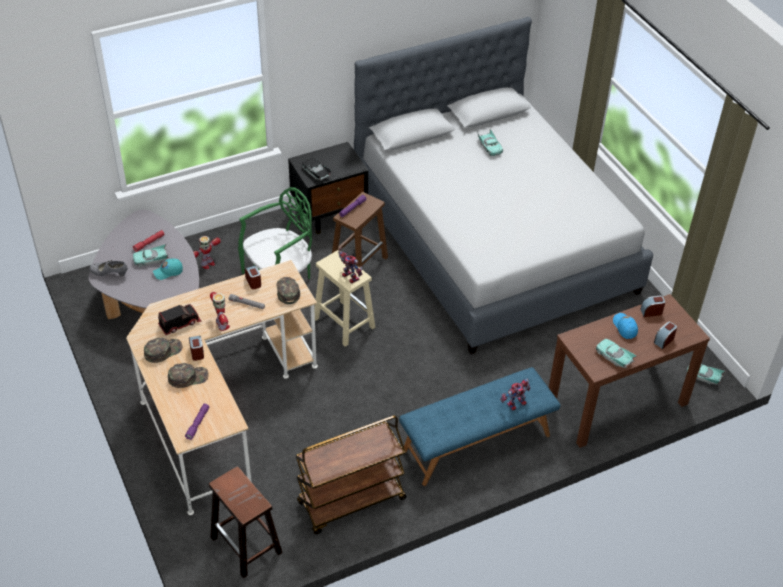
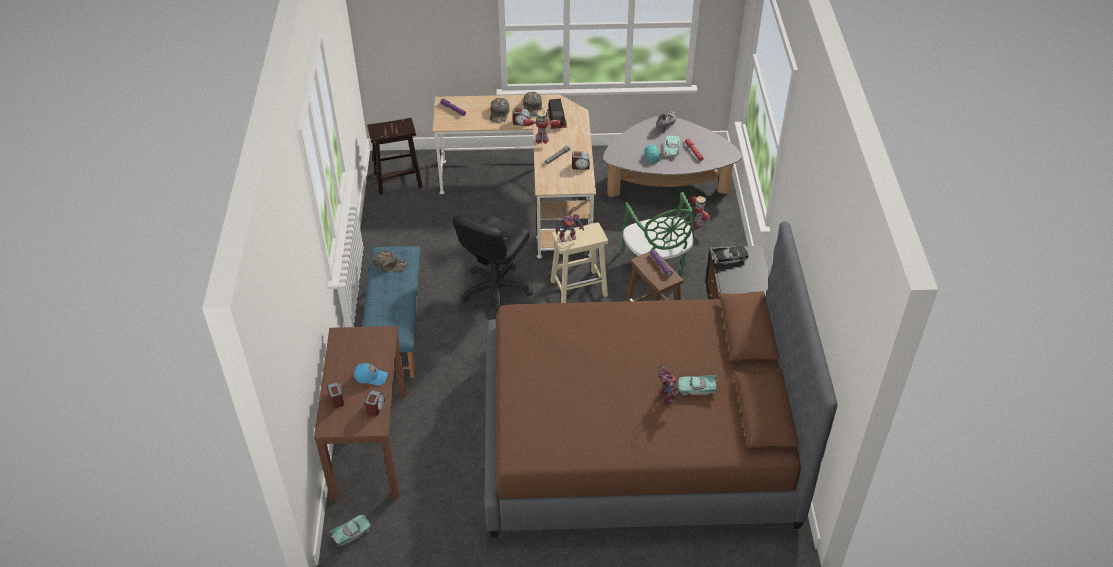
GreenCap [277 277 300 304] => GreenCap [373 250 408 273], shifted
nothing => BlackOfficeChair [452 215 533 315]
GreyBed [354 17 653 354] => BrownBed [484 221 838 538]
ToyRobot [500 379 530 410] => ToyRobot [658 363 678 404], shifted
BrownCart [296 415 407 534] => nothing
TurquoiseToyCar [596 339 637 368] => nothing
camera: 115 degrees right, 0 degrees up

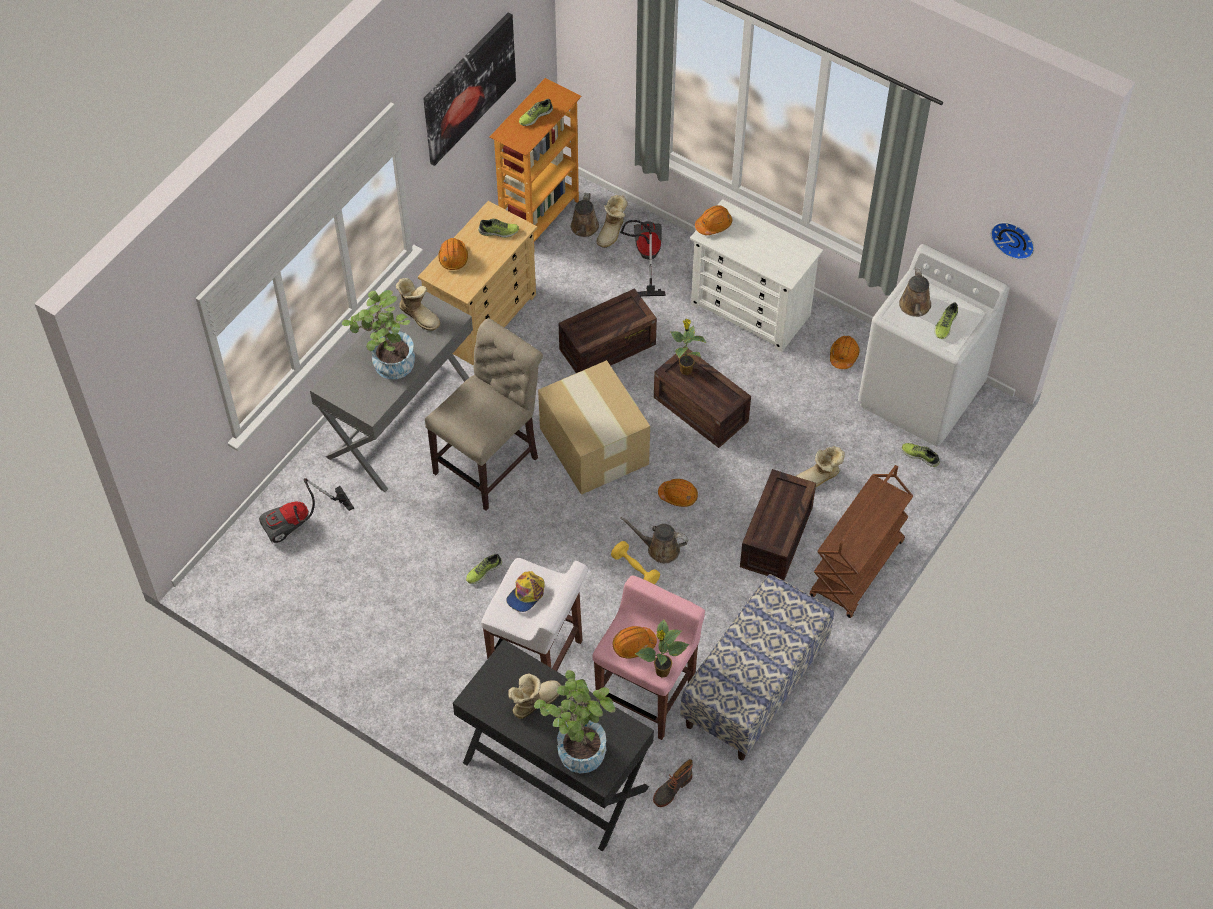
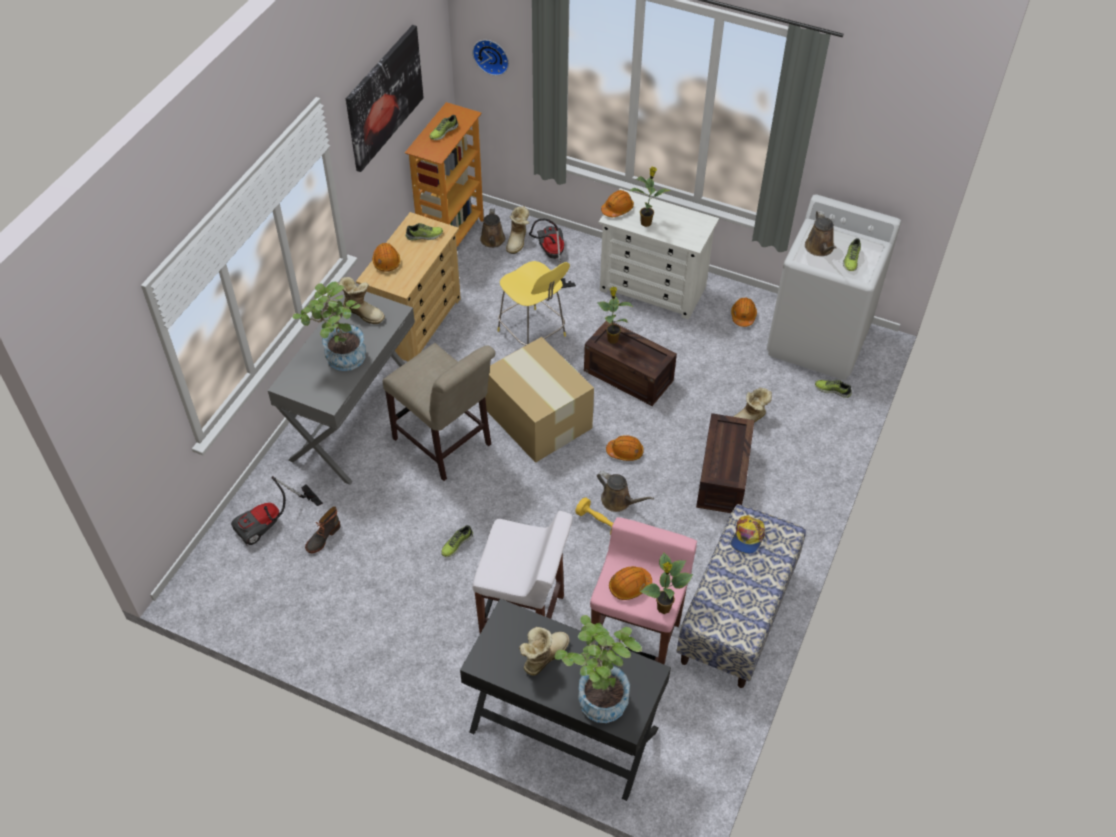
Boot [653 759 693 807] => Boot [305 506 341 553], shifted
BeigeChair [425 318 543 511] => BeigeChair [382 343 495 481], 105 degrees clockwise
WallClock [991 222 1034 260] => WallClock [473 40 509 76], shifted
Crate [559 288 657 373] => YellowStool [497 261 570 345]
BrownWateringCan [620 517 688 563] => BrownWateringCan [597 471 654 512], 150 degrees counterclockwise
nothing => PottedPlant [630 167 671 227]
Cap [506 571 545 612] => Cap [731 515 765 554], shifted
BrownCart [810 465 913 618] => nothing
camera: 10 degrees left, 5 degrees down

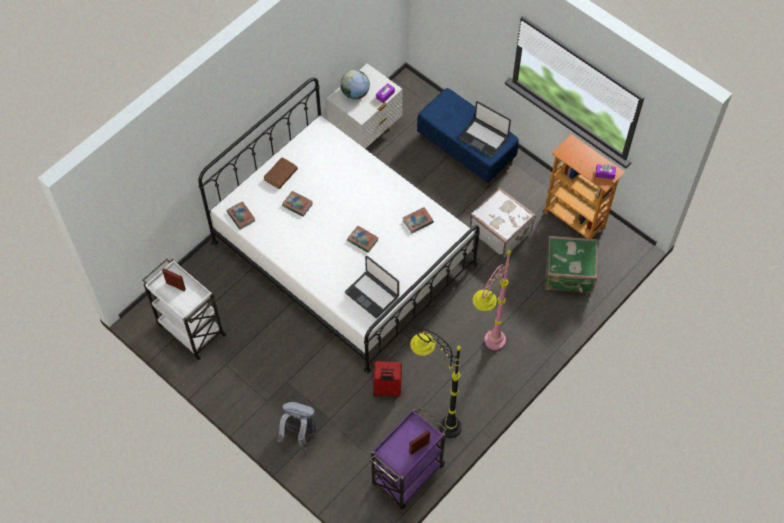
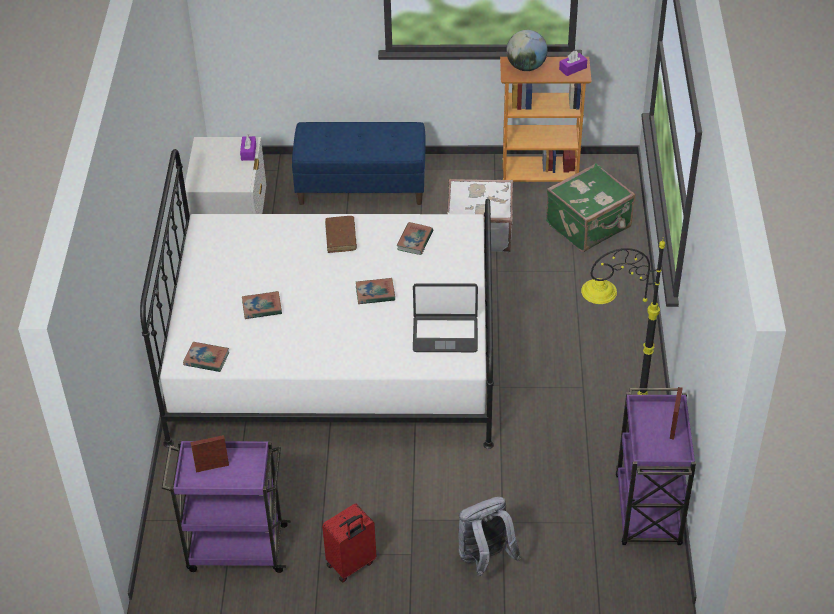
WhiteCart [142 259 227 360] => PurpleCart [162 440 291 573]
RedSuitcase [373 361 402 397] => RedSuitcase [322 503 376 582], shifted
BrownBook [264 157 298 189] => BrownBook [325 216 357 253], shifted
Globe [340 70 370 100] => Globe [506 30 548 71], shifted
Laptop [459 101 511 157] => nothing
PinkFloorLamp [472 249 511 350] => nothing
camera: 40 degrees left, 15 degrees down

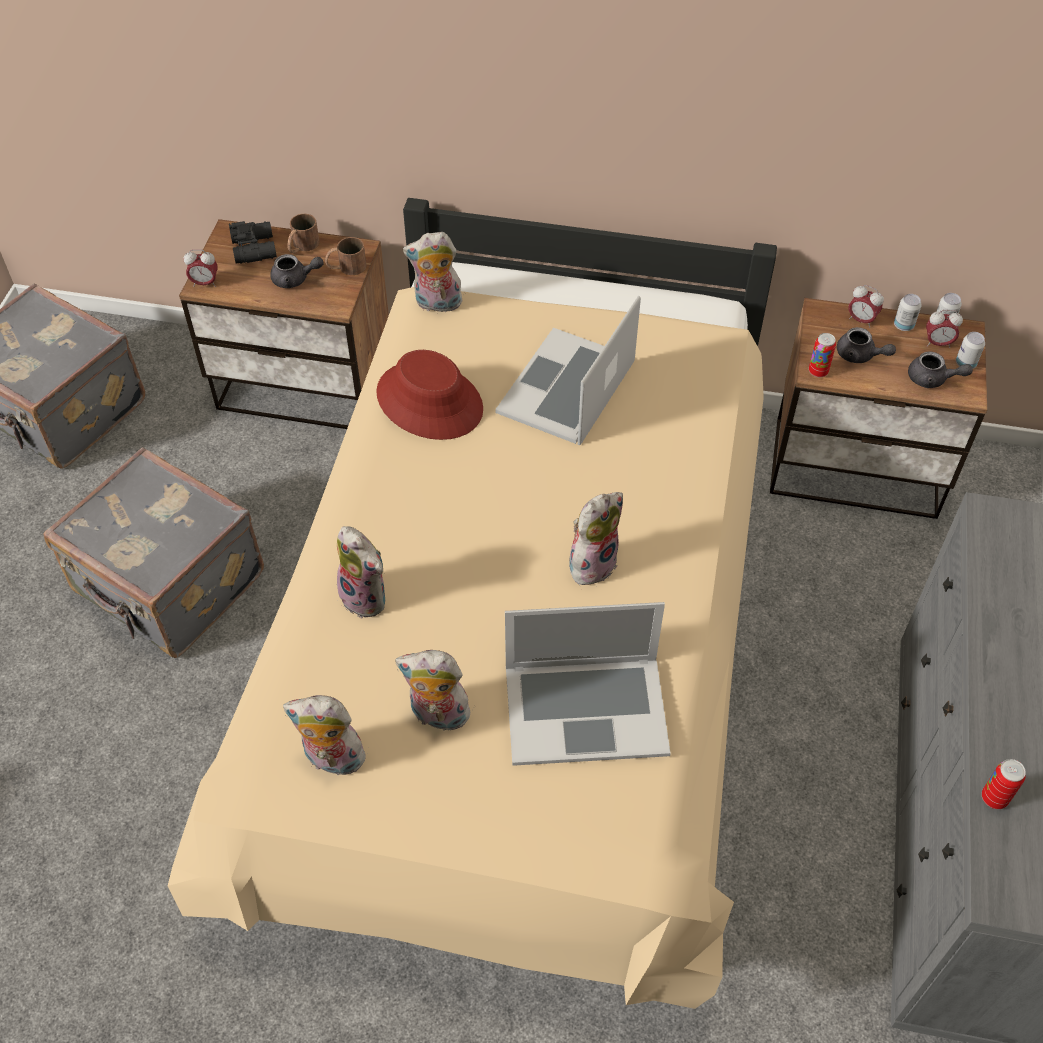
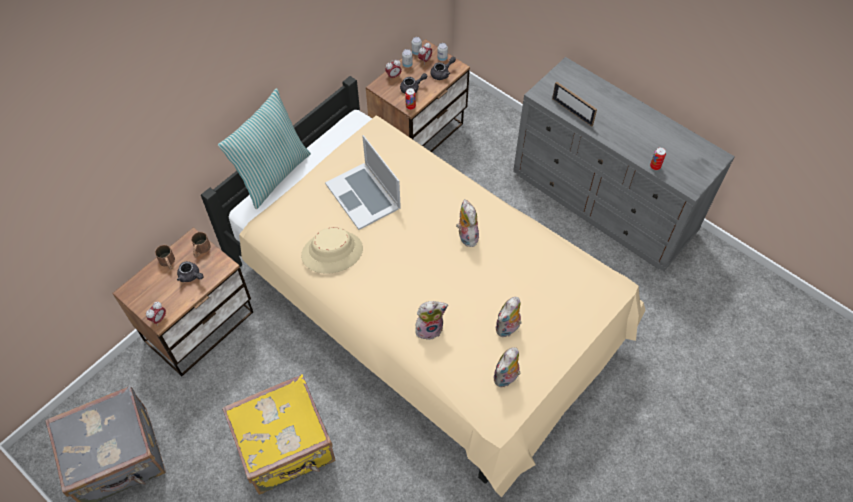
GreyTeapot [270 254 324 288] => GreyTeapot [177 261 204 282], 90 degrees clockwise
nothing => Pillow [218 88 311 209]
GreySuitcase [43 447 264 658] => YellowSuitcase [222 374 335 495]
RedHat [376 350 483 440] => BeigeHat [301 227 363 274]
nothing => PictureFrame [552 81 597 127]
BlackBinoculars [229 221 277 264] => nothing
PlushToy [403 232 462 312] => nothing
Laptop [505 602 671 766] => nothing
camera: 60 degrees left, 5 degrees up

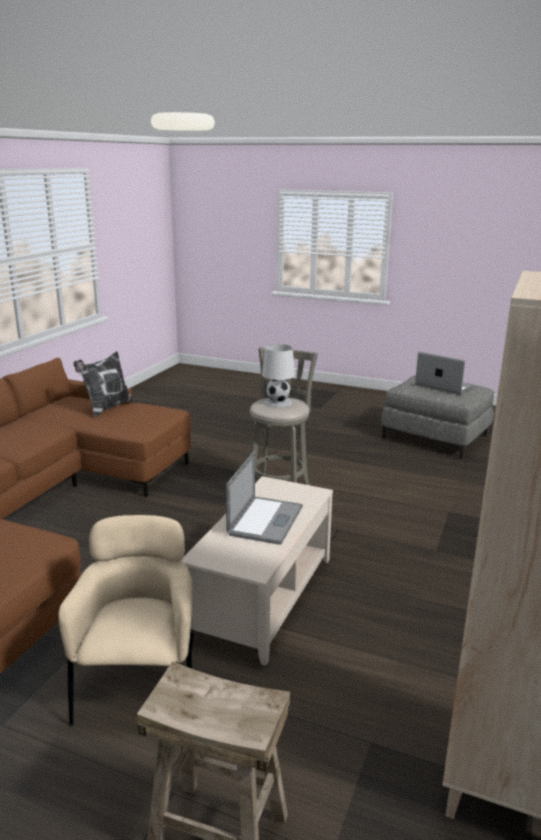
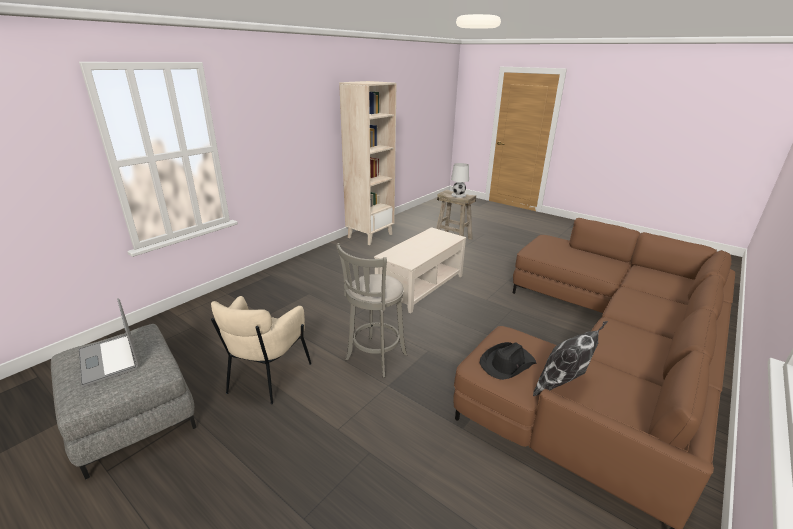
BeigeArmchair [58 515 194 726] => BeigeArmchair [211 296 312 404], shifted
WhiteTableLamp [262 344 295 408] => WhiteTableLamp [451 163 469 198], shifted
nothing => BlackHat [480 342 537 380]
Laptop [226 451 303 545] => nothing
camera: 165 degrees left, 5 degrees up

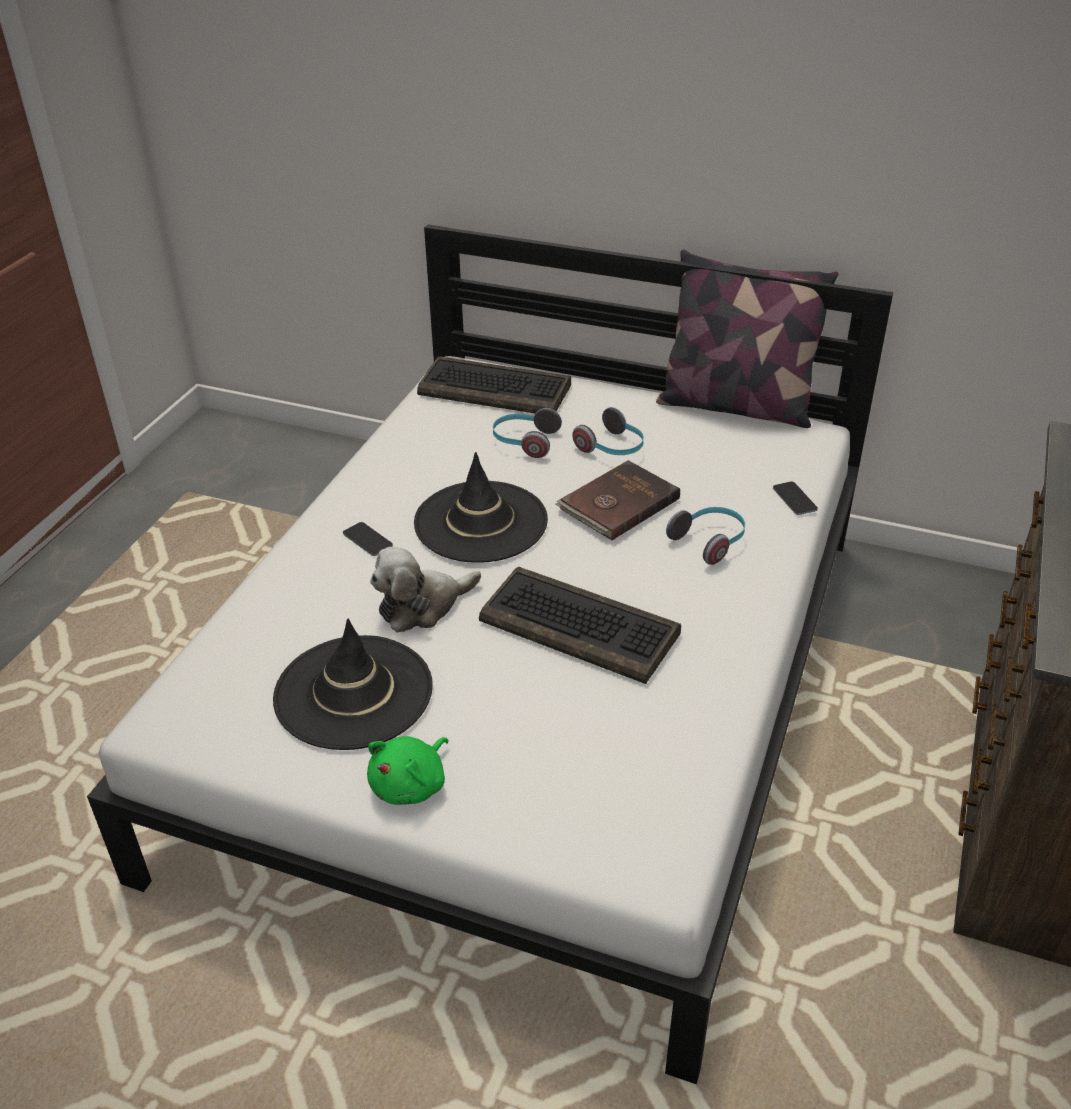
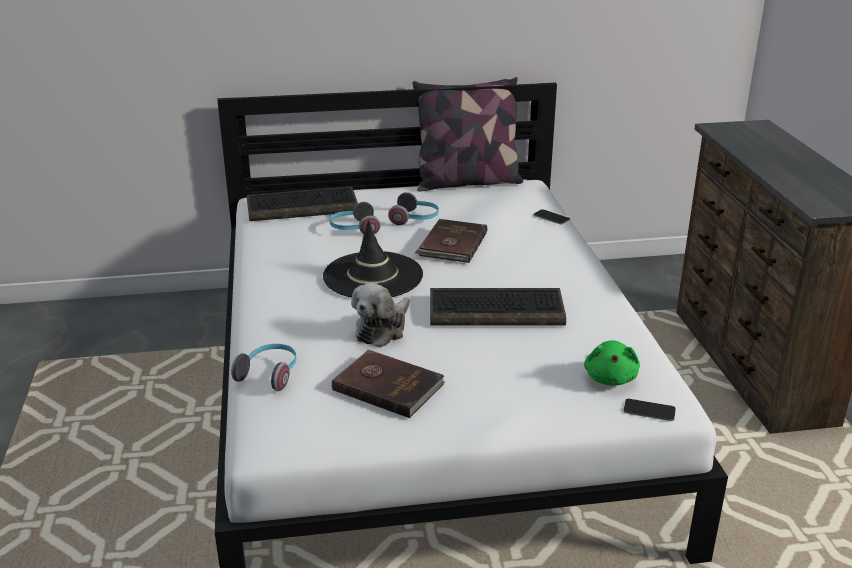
Headphones [666 507 745 565] => Headphones [231 344 297 391], shifted
BlackHat [273 619 433 750] => BrownBook [332 350 445 418]
GreenPlushToy [367 736 448 805] => GreenPlushToy [584 340 640 386], shifted
Phone [343 522 393 556] => Phone [623 399 676 421], shifted
camera: 30 degrees left, 10 degrees down

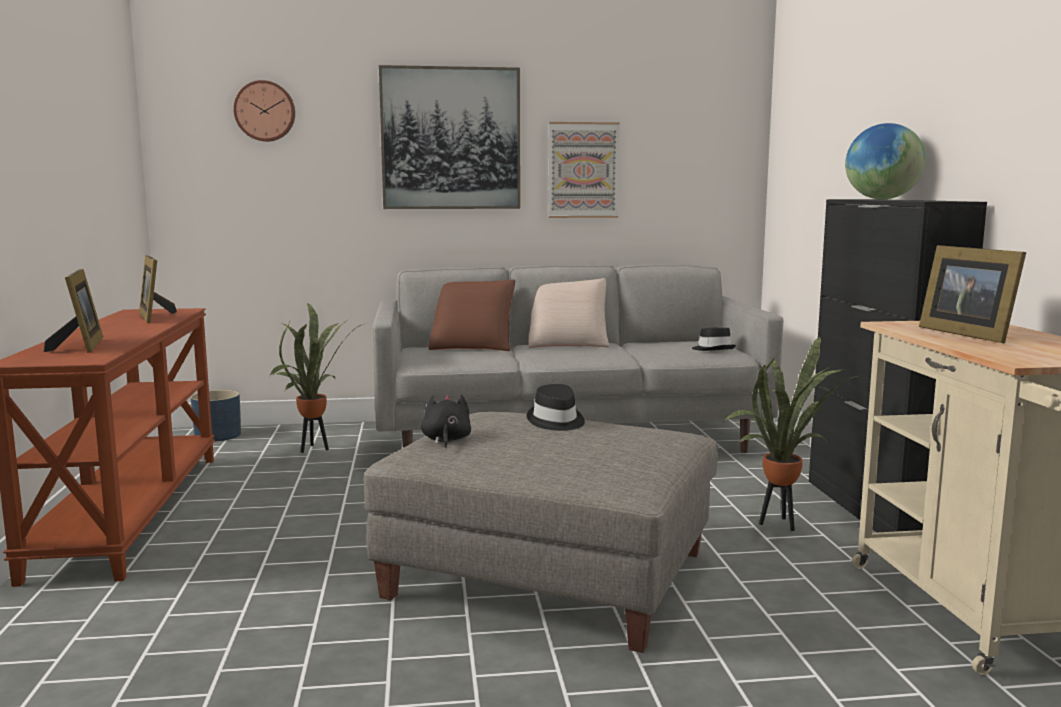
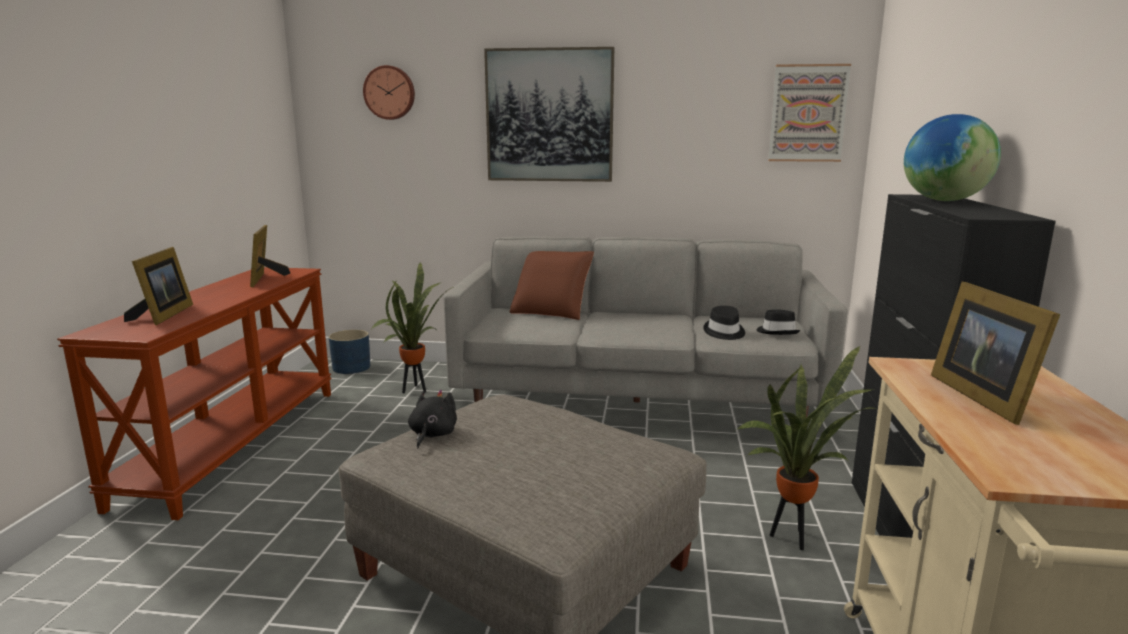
BlackHat [527 384 585 431] => BlackHat [703 306 745 340], shifted
Picture [548 122 620 218] => Picture [768 64 851 162], shifted
BeigePillow [529 278 610 348] => nothing
camera: 15 degrees right, 5 degrees up

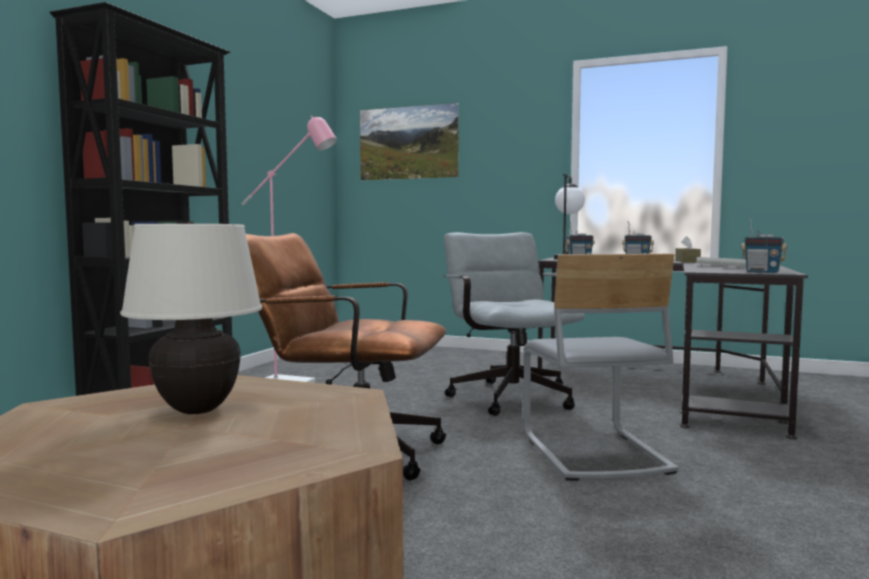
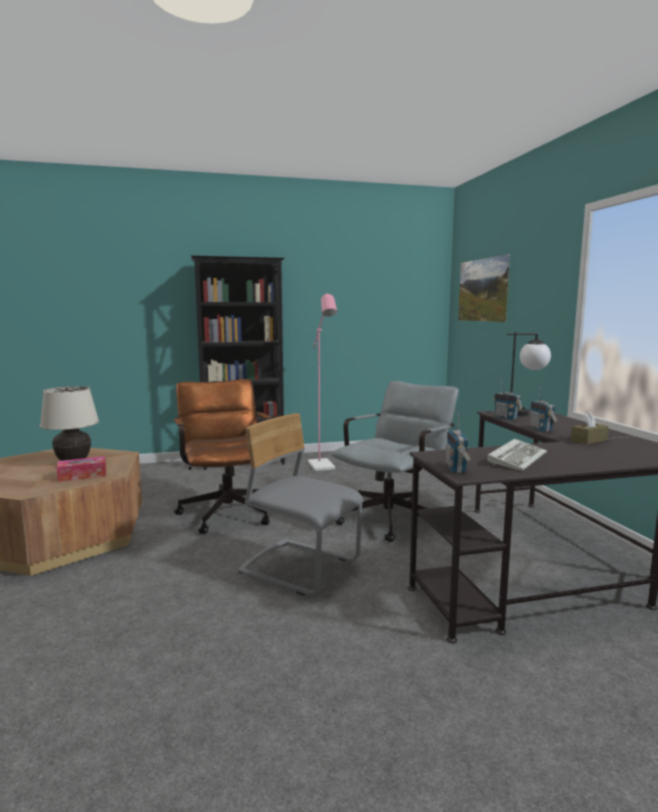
nothing => TissueBox [56 456 106 482]
GreyChair [524 254 679 481] => GreyChair [238 413 364 596], 75 degrees clockwise
camera: 55 degrees right, 5 degrees up

